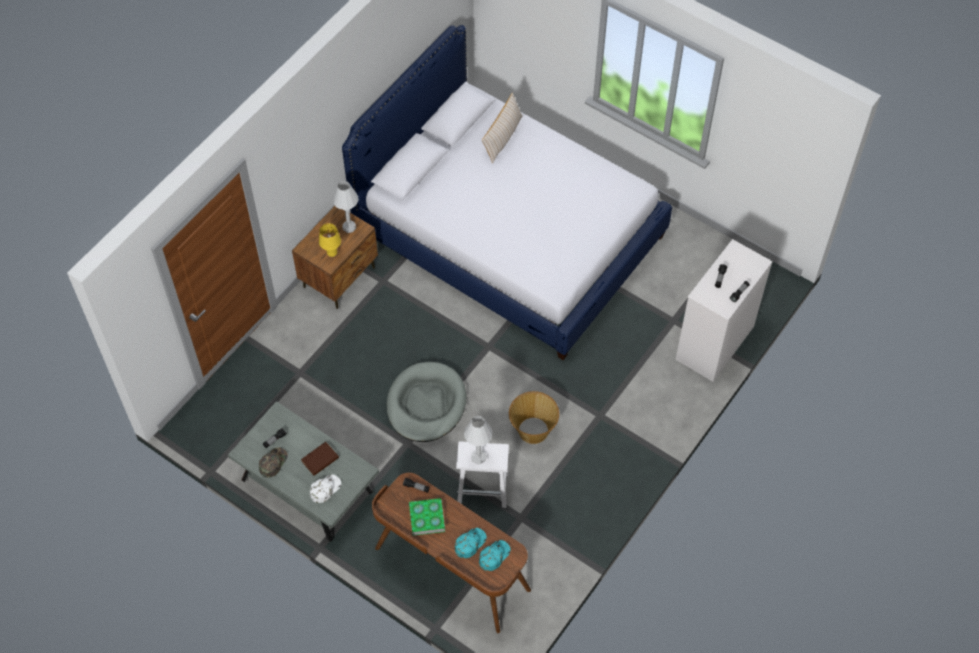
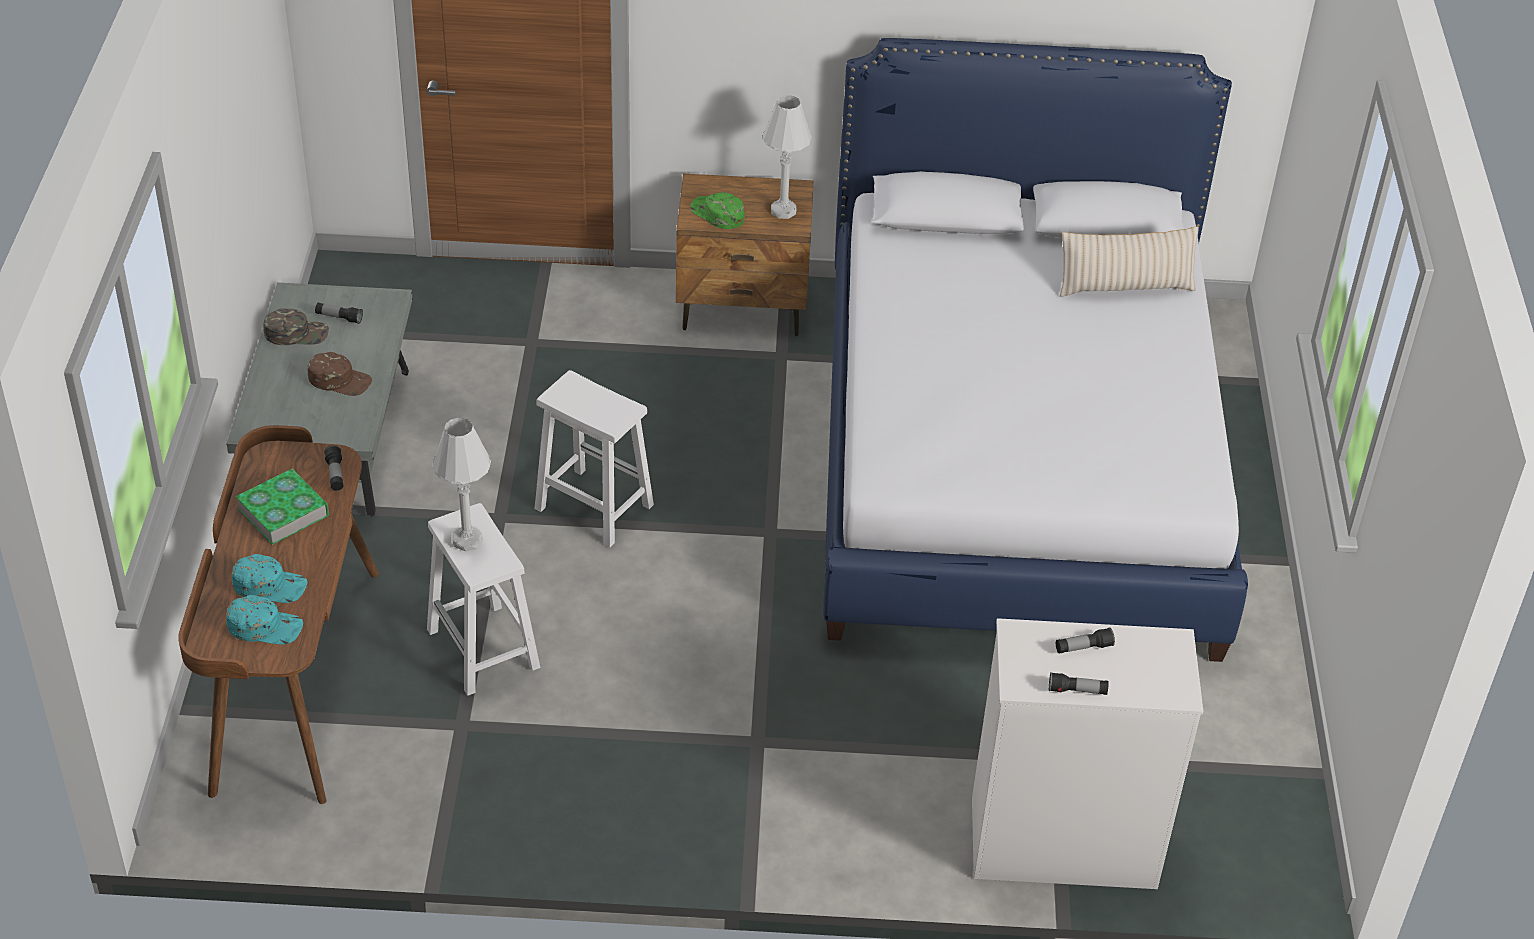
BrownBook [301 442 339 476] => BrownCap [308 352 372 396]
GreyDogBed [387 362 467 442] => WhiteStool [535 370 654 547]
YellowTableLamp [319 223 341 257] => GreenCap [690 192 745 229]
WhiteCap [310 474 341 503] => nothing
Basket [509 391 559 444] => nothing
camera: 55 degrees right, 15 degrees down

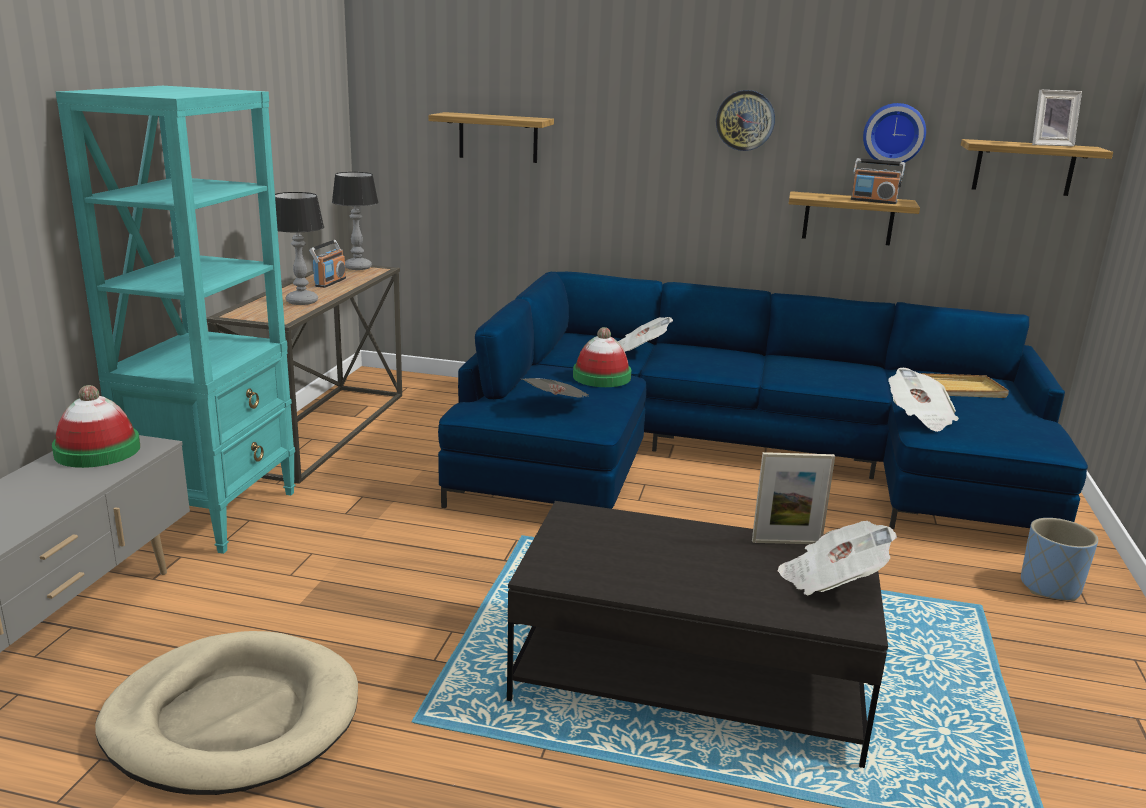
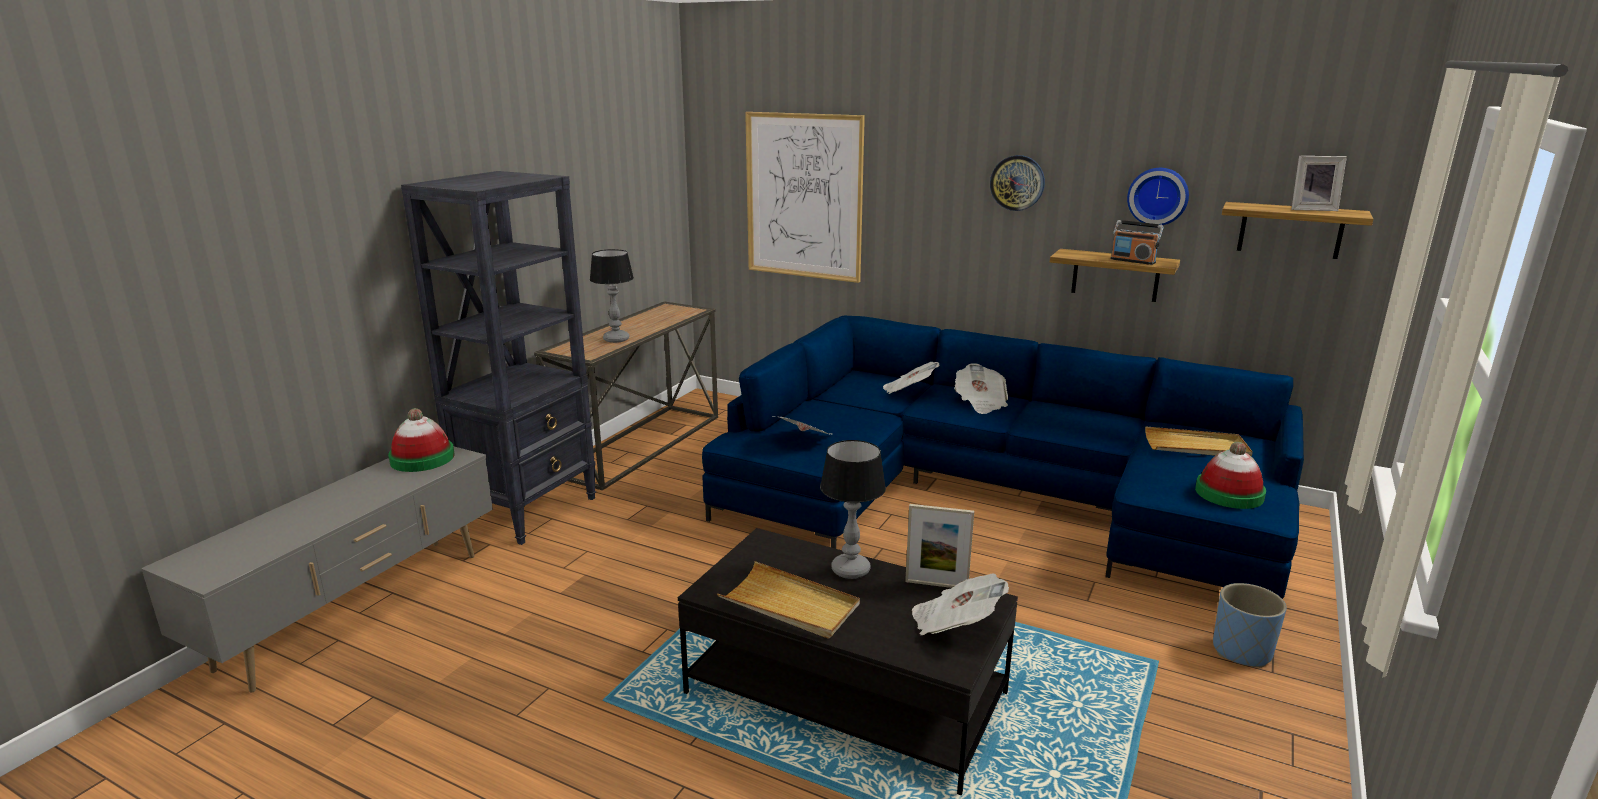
TurquoiseBookcase [56 86 295 554] => BlackBookcase [401 171 596 545]
nothing => BeigeTray [717 561 860 638]
Shelf [428 112 554 163] => Picture [745 112 865 283]
TableLamp [332 172 378 270] => TableLamp [820 440 886 579], shifted
Newspaper [888 368 959 432] => Newspaper [955 363 1008 414], shifted
Hat [573 327 631 387] => Hat [1195 442 1266 509], shifted
BeigeDogBed [95 631 358 795] => nothing
Radio [309 240 346 288] => nothing
camera: 15 degrees right, 0 degrees up

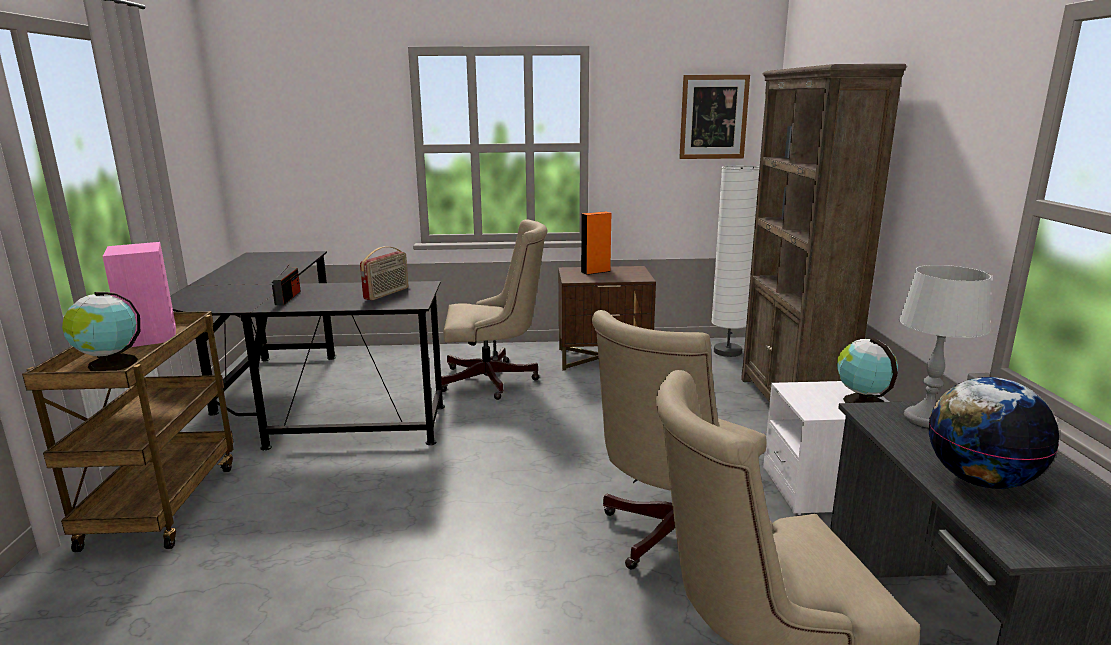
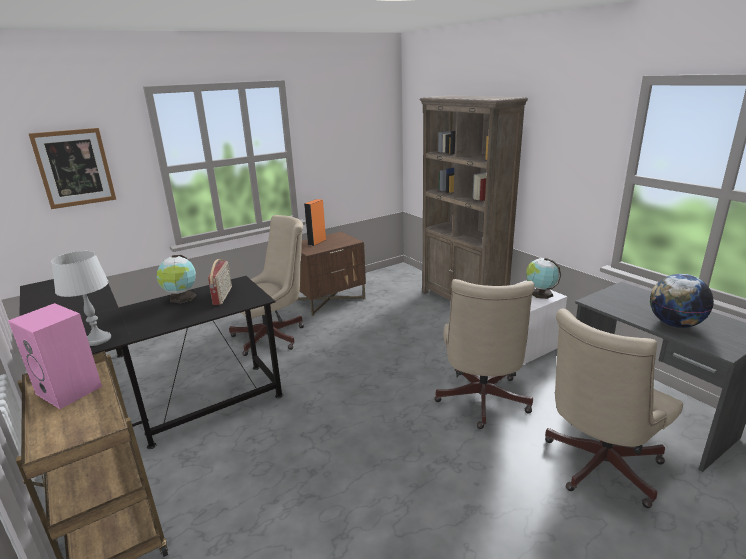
Picture [679 75 750 159] => Picture [29 128 116 209], shifted
GreyTableLamp [899 265 991 428] => GreyTableLamp [51 251 111 346], shifted
Globe [62 292 140 371] => Globe [157 255 196 303], shifted
Radio [272 264 301 305] => nothing
WhiteFloorLamp [711 165 760 357] => nothing
camera: 30 degrees left, 5 degrees up

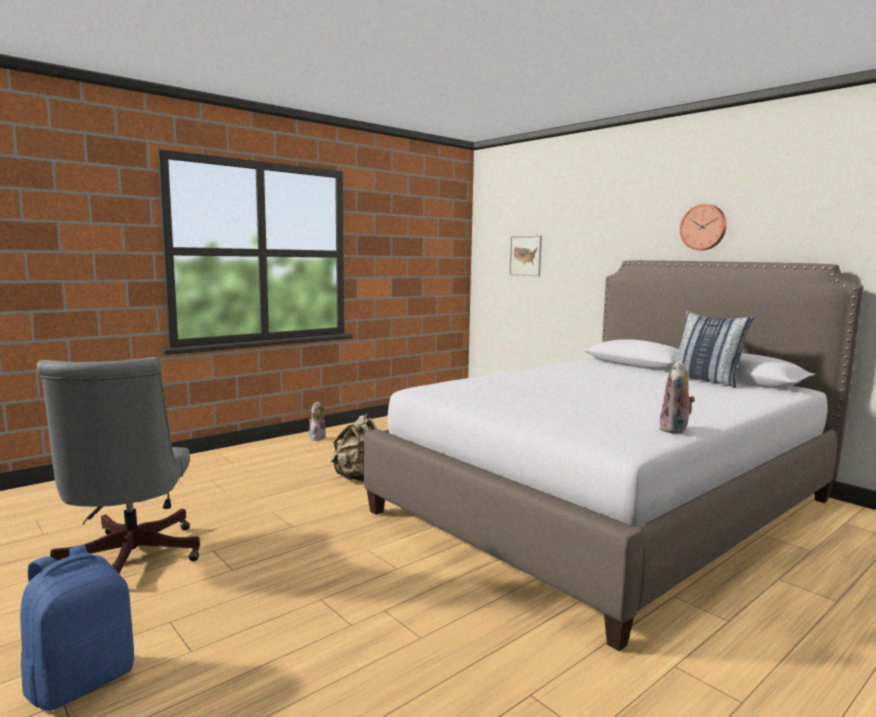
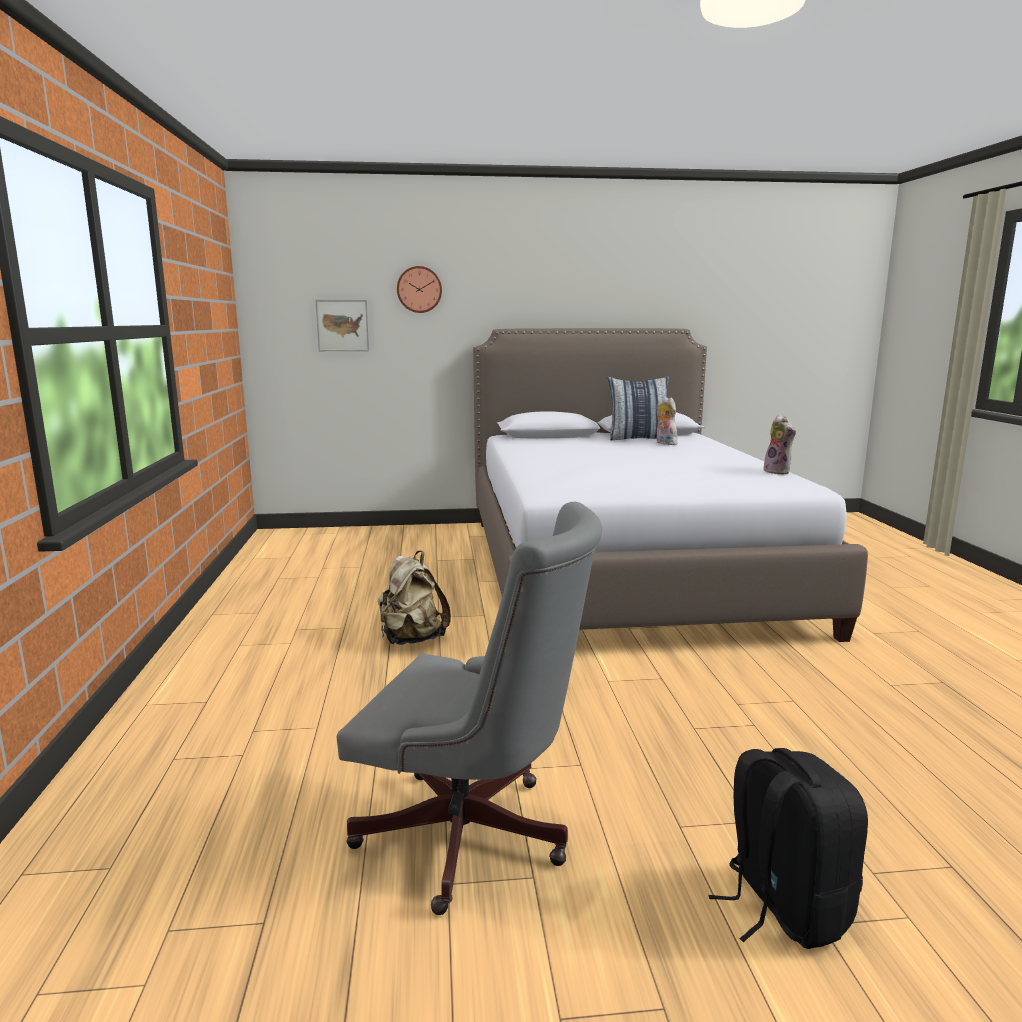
WallClock [680 204 727 250] => WallClock [397 266 442 313], shifted
PlushToy [309 402 326 441] => PlushToy [656 397 677 445], shifted
BlueBackpack [20 545 134 711] => BlackBackpack [708 748 868 949]
camera: 55 degrees left, 5 degrees up

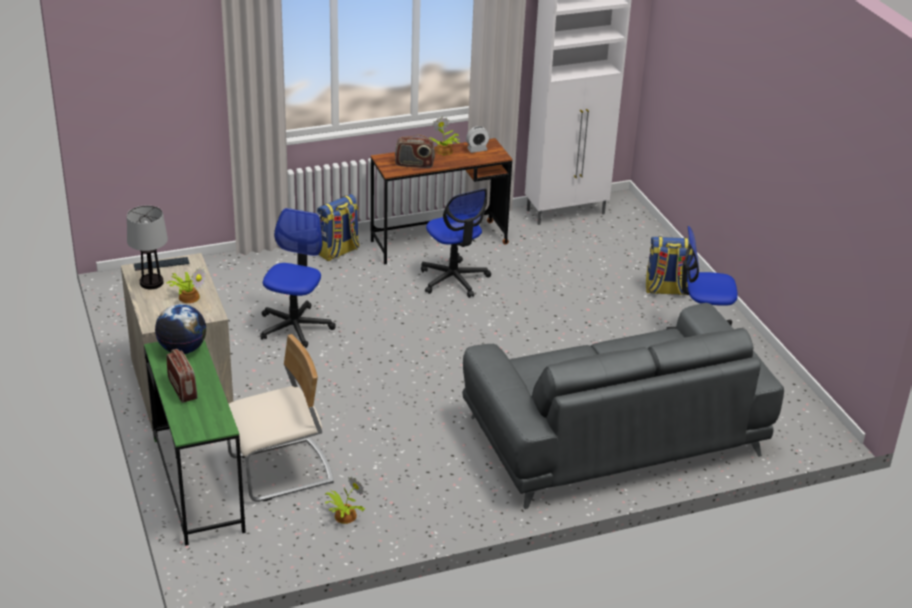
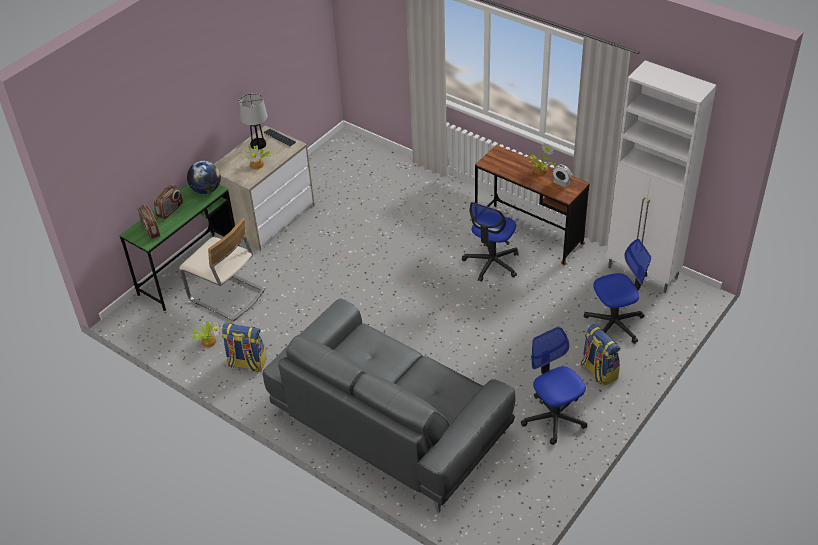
Radio [395 135 435 168] => Radio [138 204 161 239], shifted
Backpack [317 194 360 261] => Backpack [222 323 267 372], shifted
OfficeChair [260 208 336 348] => OfficeChair [584 239 651 344], shifted
camera: 60 degrees right, 10 degrees up

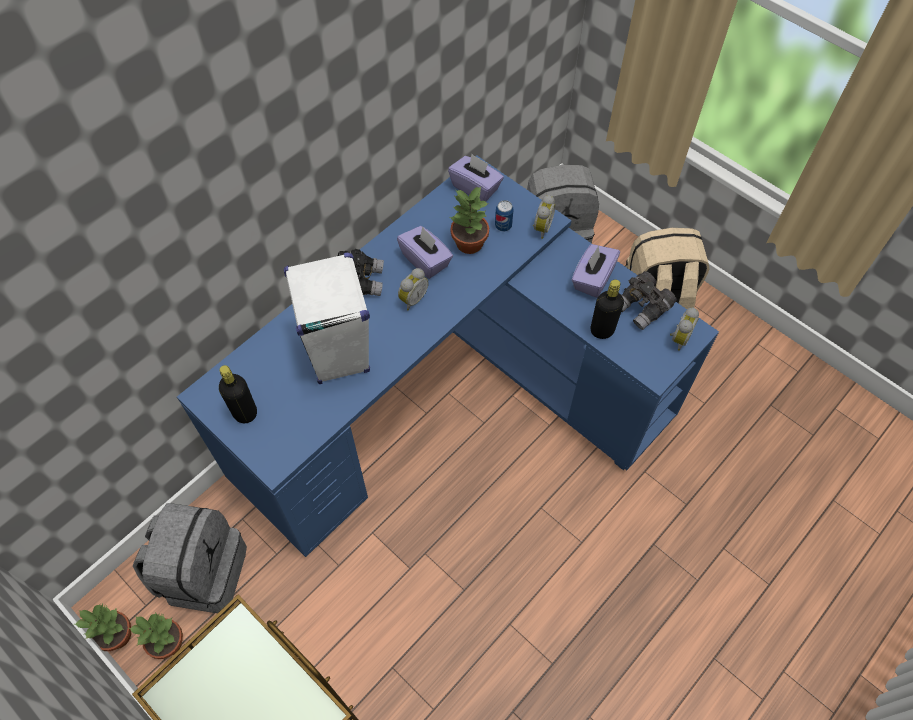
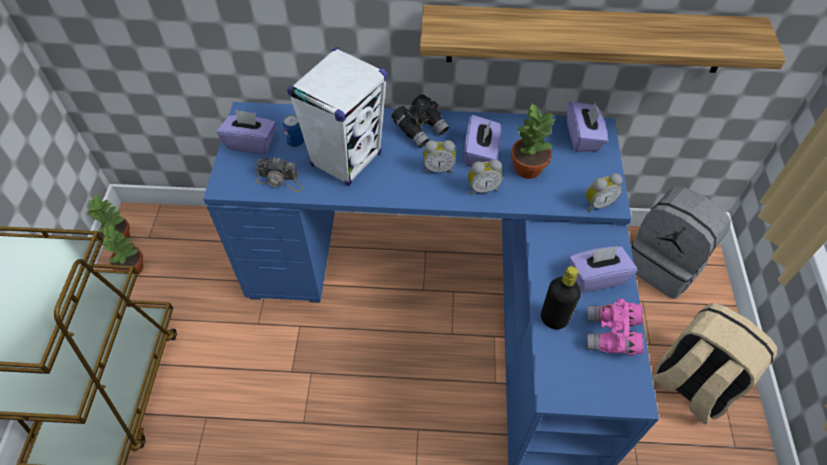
BlackBottle [219 365 257 423] => PurpleTissueBox [217 109 276 154]
nothing => PhotoCamera [256 158 303 192]
Can [495 200 514 231] => Can [283 115 304 147], shifted
nothing => Shelf [420 5 786 73]
AlarmClock [670 308 699 351] => AlarmClock [468 159 503 195], shifted
GreyBinoculars [621 271 677 330] => PinkBinoculars [586 299 644 356]
GreyBackpack [133 503 247 614] => nothing
camera: 50 degrees right, 5 degrees down

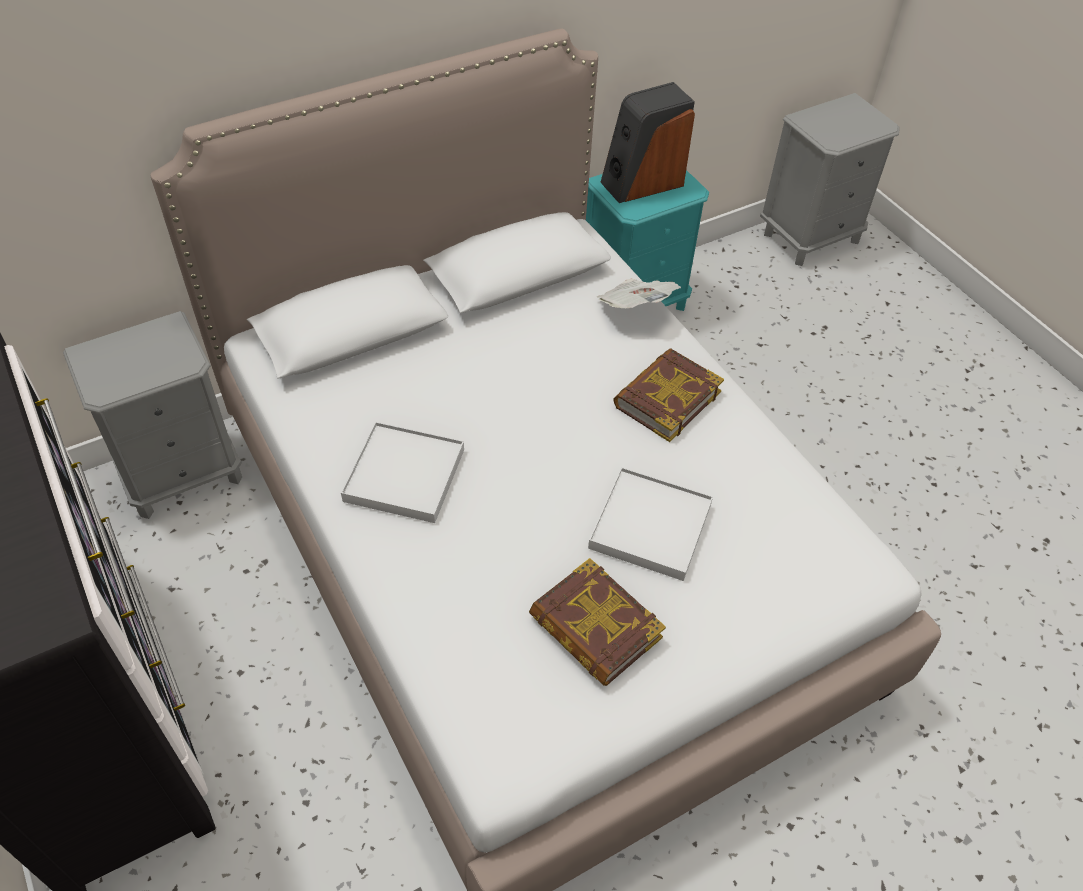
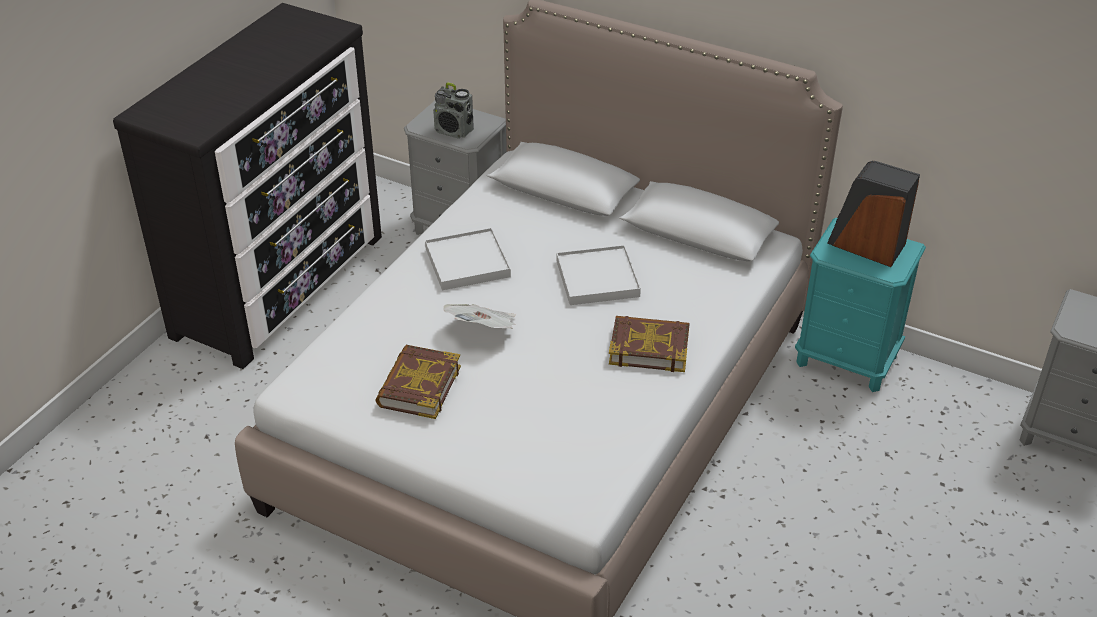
nothing => Radio [433 82 474 138]
Newspaper [597 279 681 308] => Newspaper [443 304 515 329], shifted
WhiteTray [588 467 713 581] => WhiteTray [556 245 641 305], shifted
camera: 60 degrees right, 10 degrees down

